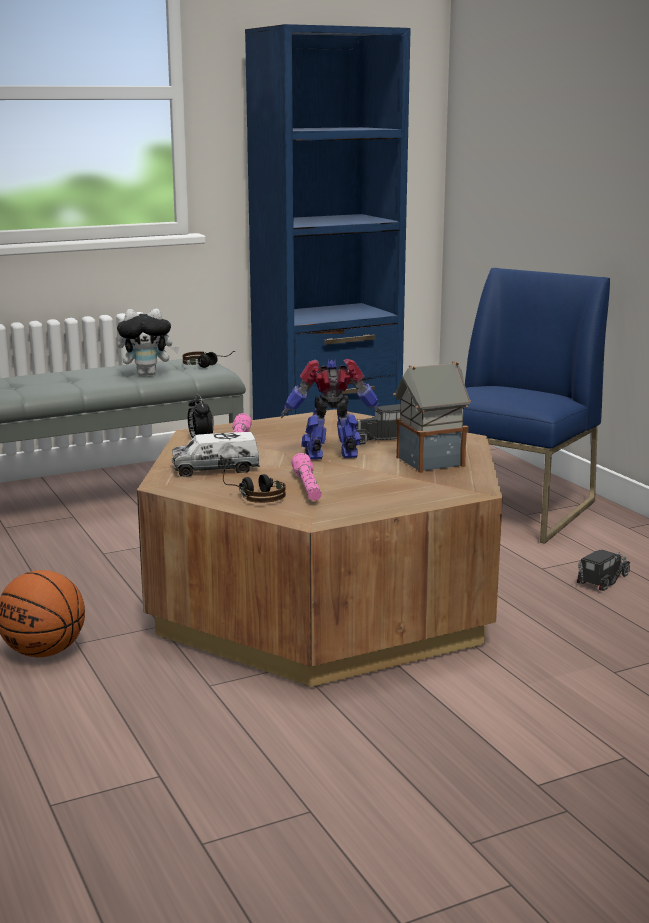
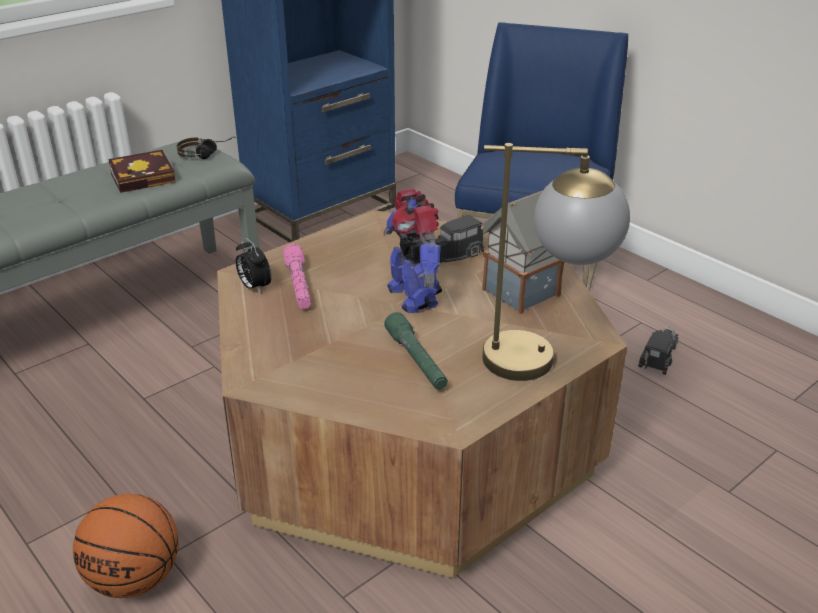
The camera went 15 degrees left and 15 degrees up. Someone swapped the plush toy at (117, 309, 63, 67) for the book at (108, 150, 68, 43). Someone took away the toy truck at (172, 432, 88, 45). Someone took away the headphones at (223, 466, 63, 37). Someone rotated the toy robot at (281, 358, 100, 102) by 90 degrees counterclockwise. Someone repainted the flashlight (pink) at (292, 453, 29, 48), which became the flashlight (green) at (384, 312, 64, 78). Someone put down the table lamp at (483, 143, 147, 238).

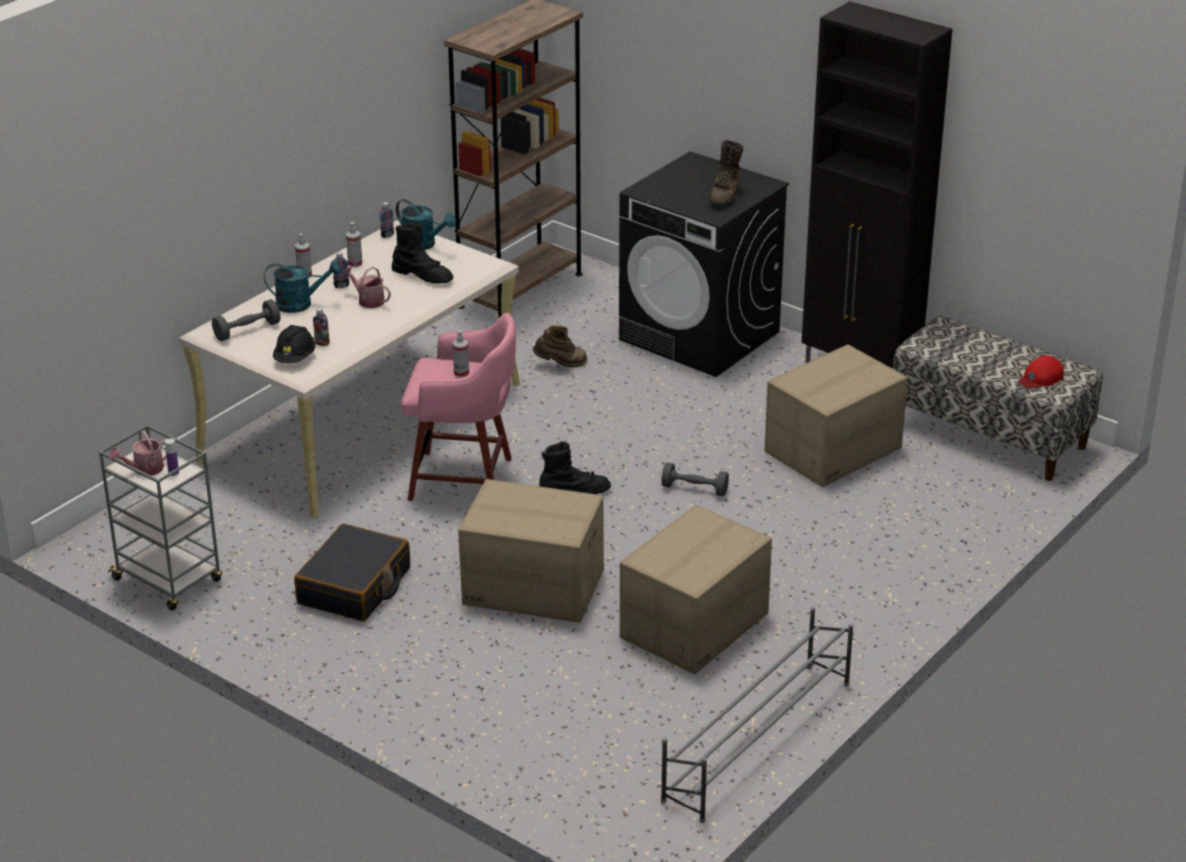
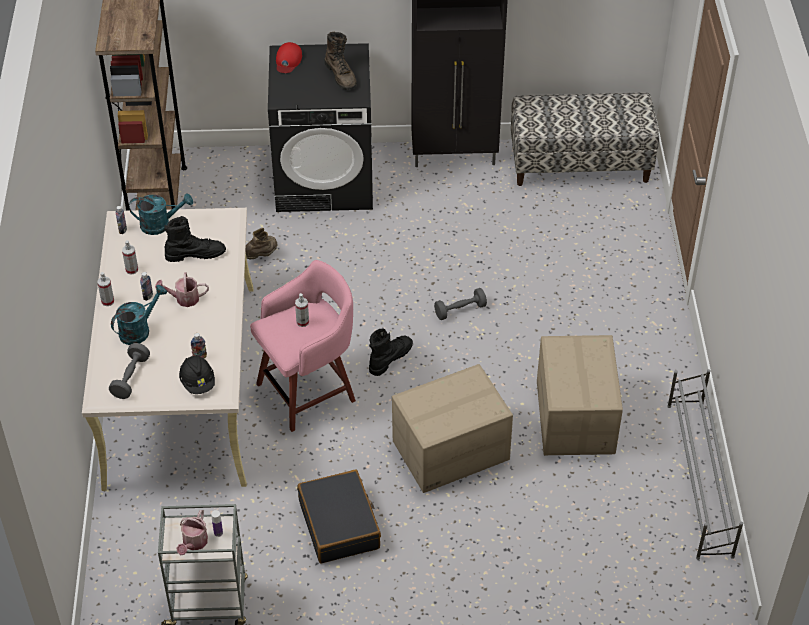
The camera went 40 degrees left and 15 degrees up. Someone took away the cardboard box at (765, 344, 143, 143). Someone carried the cap (red) from (1018, 355, 46, 34) to (276, 42, 26, 31).

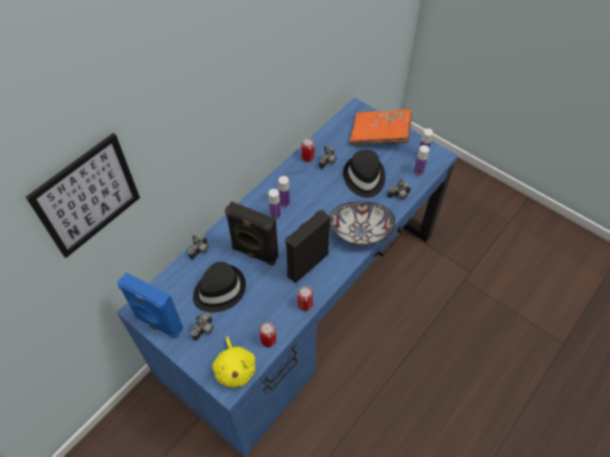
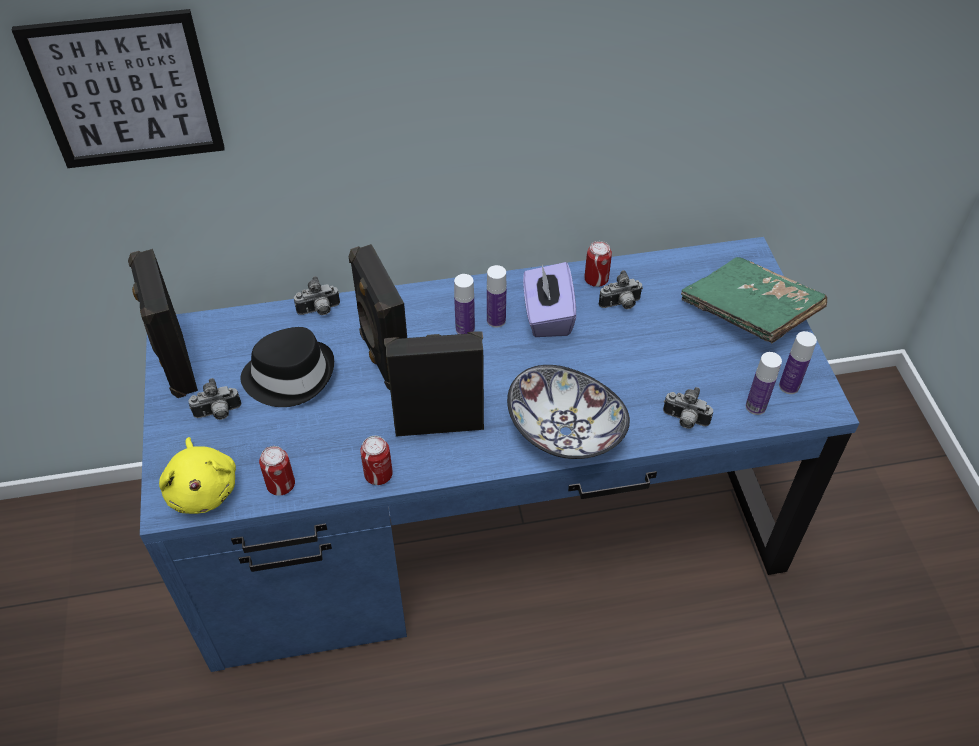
The camera went 40 degrees right and 5 degrees down. Someone repainted the speaker (blue) at (117, 272, 66, 66), which became the speaker (black) at (128, 249, 70, 149). Someone rotated the plush toy (yellow) at (212, 336, 43, 52) by 45 degrees counterclockwise. Someone took away the hat (black) at (343, 150, 42, 48). Someone repainted the book (orange) at (350, 109, 62, 36), which became the book (green) at (681, 257, 146, 86). Someone put down the tissue box (purple) at (523, 262, 53, 75).

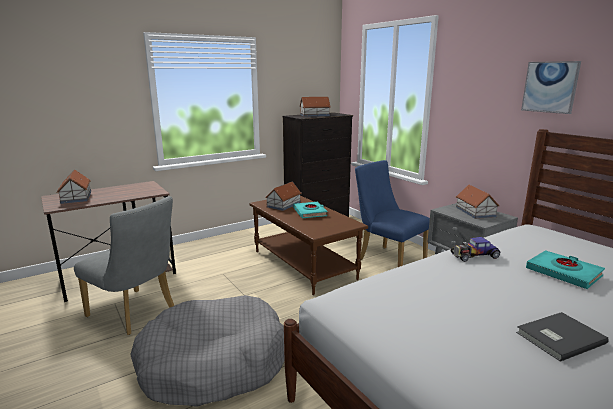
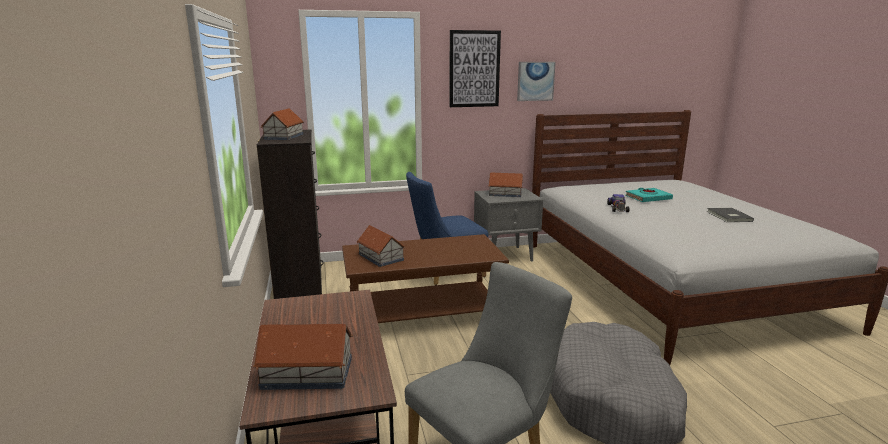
The camera went 70 degrees left and 0 degrees up. Someone took away the book (turquoise) at (293, 202, 35, 16). Someone put up the picture at (449, 30, 52, 77).

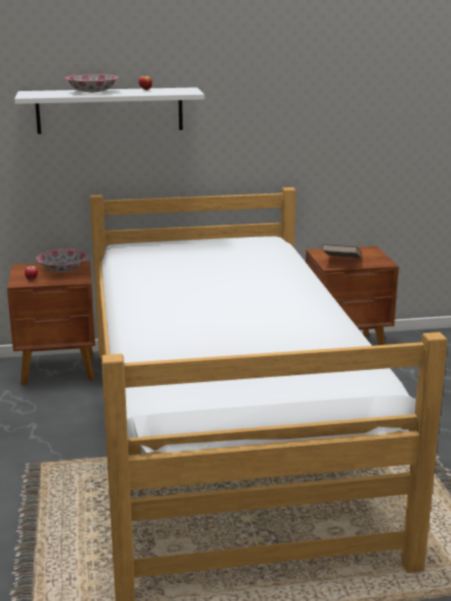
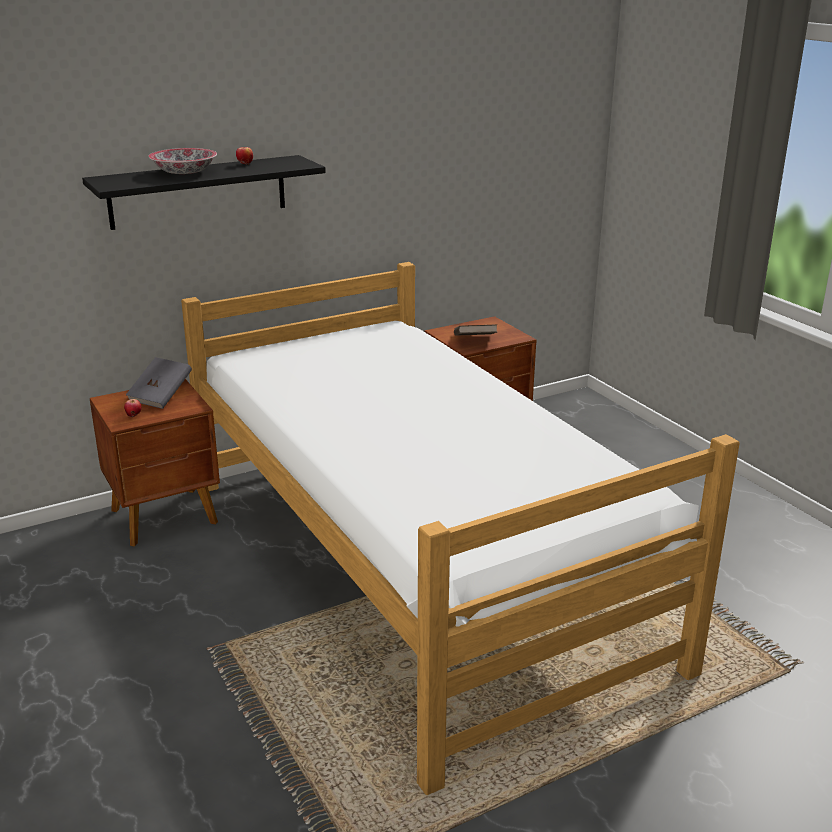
The camera went 20 degrees left and 5 degrees up. Someone repainted the shelf (white) at (15, 87, 190, 47), which became the shelf (black) at (82, 155, 244, 75). Someone swapped the bowl at (36, 249, 51, 23) for the book (grey) at (126, 357, 66, 52).

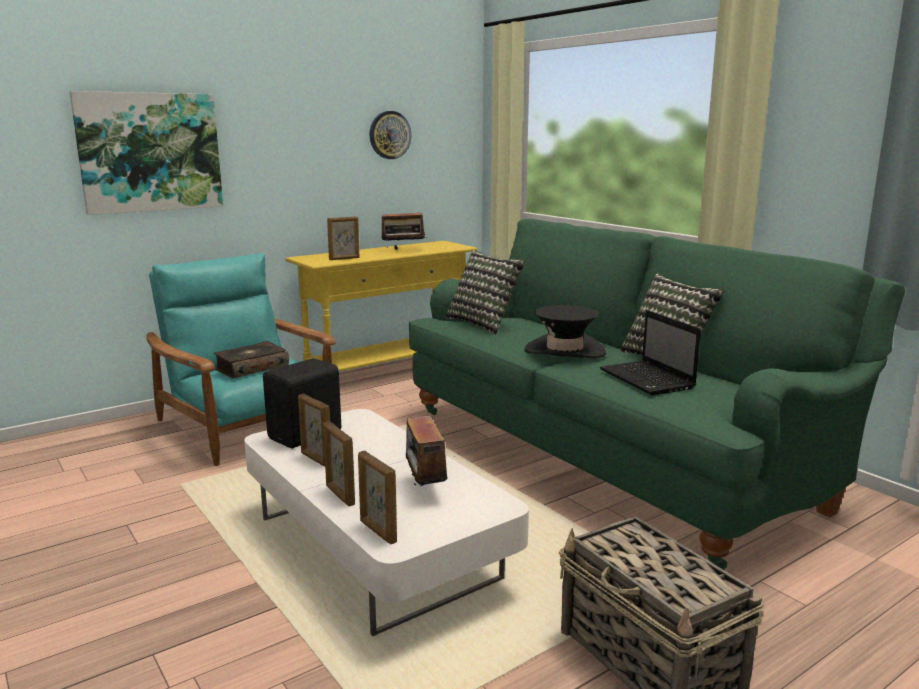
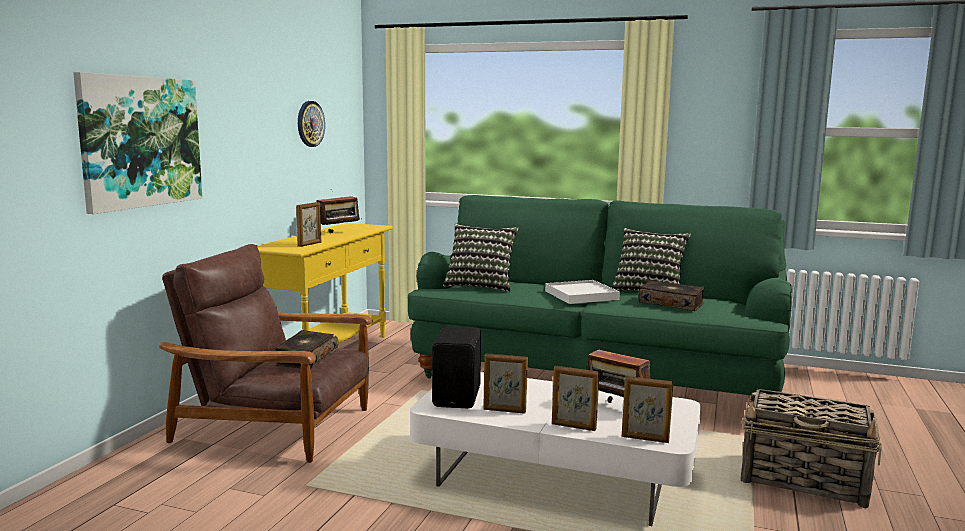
The camera went 35 degrees left and 5 degrees down. Someone repainted the armchair (turquoise) at (147, 253, 189, 213), which became the armchair (brown) at (159, 244, 214, 219). Someone swapped the hat (black) at (524, 305, 82, 54) for the tray (white) at (545, 280, 75, 24). Someone swapped the laptop at (600, 310, 101, 86) for the book at (639, 280, 66, 31).

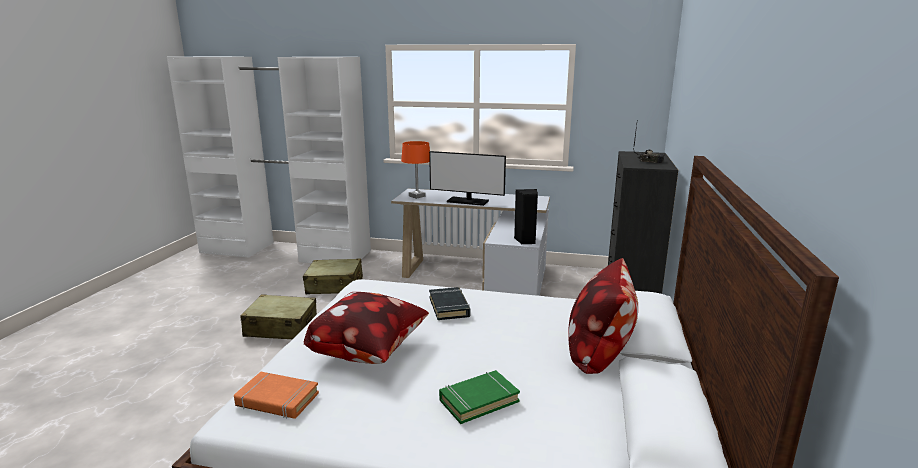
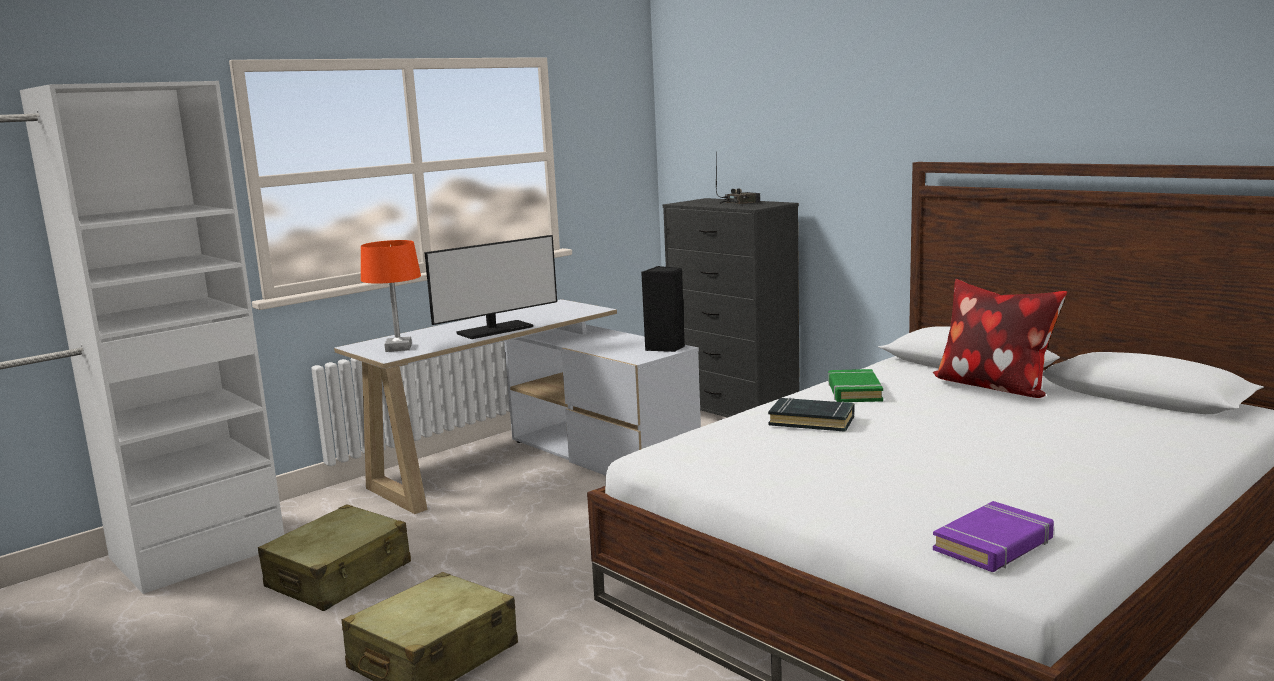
The camera went 55 degrees left and 5 degrees down. Someone repainted the book (orange) at (234, 372, 85, 47), which became the book (purple) at (933, 501, 121, 71). Someone took away the pillow at (304, 292, 125, 72). Someone carried the book (green) from (439, 370, 81, 54) to (828, 369, 55, 33).

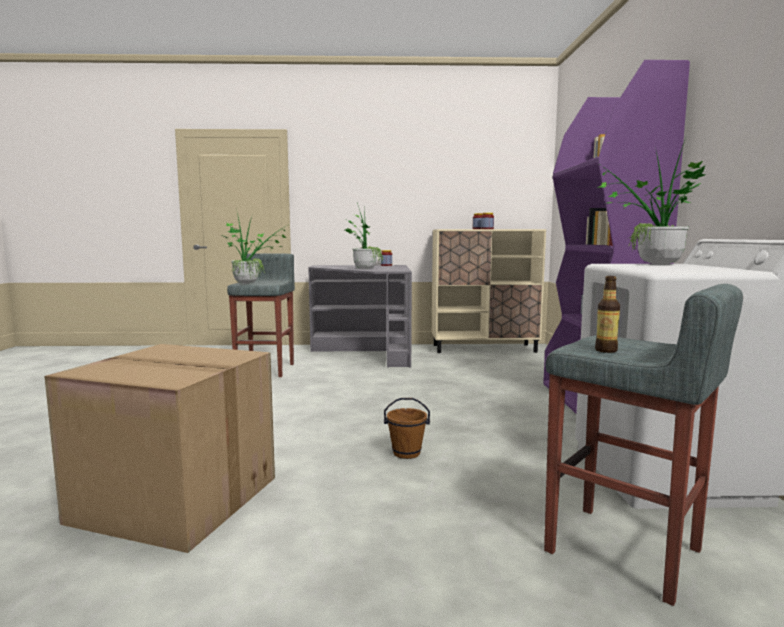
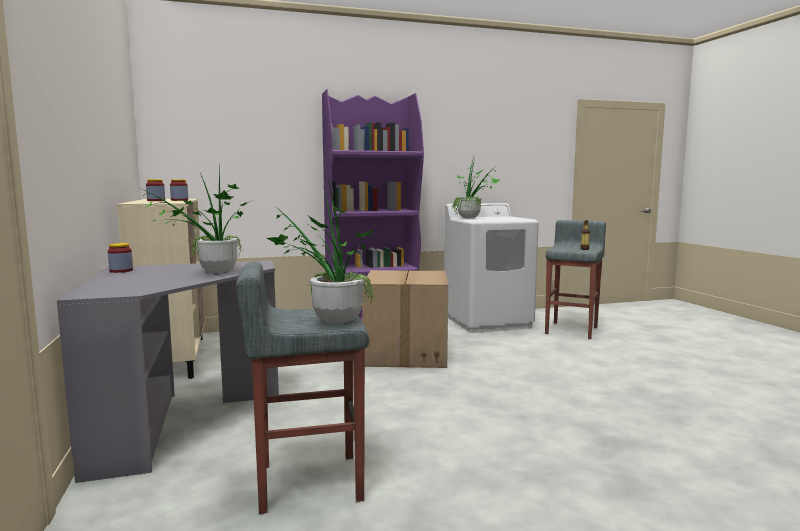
The camera went 105 degrees left and 0 degrees up. Someone carried the cardboard box from (44, 344, 231, 209) to (362, 270, 86, 98). Someone took away the bucket (brown) at (384, 398, 46, 61).

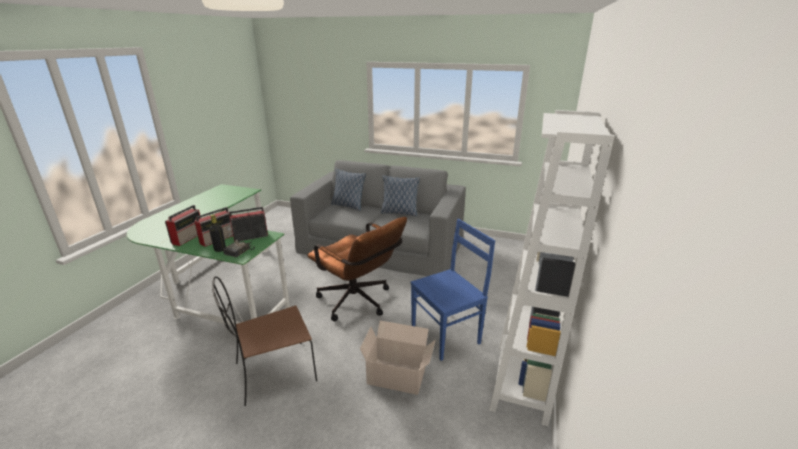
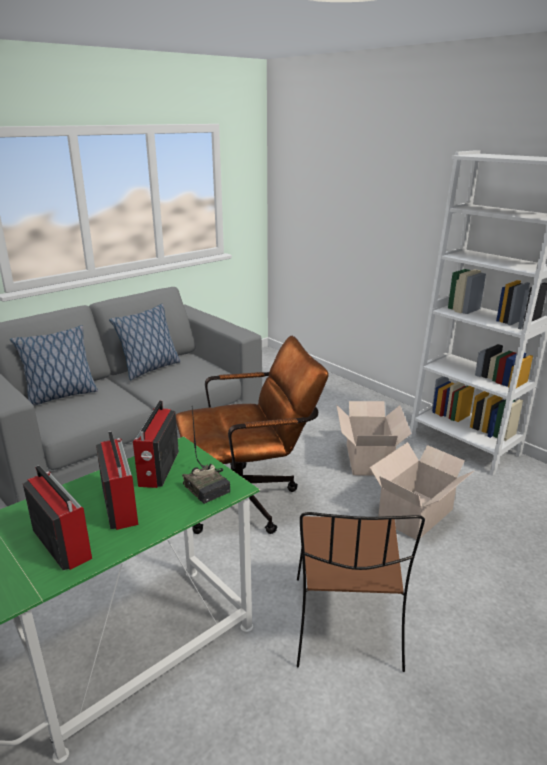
The camera went 60 degrees left and 0 degrees up. Someone took away the bottle (black) at (209, 215, 17, 37). Someone swapped the chair (blue) at (410, 219, 85, 142) for the cardboard box at (336, 401, 76, 75).

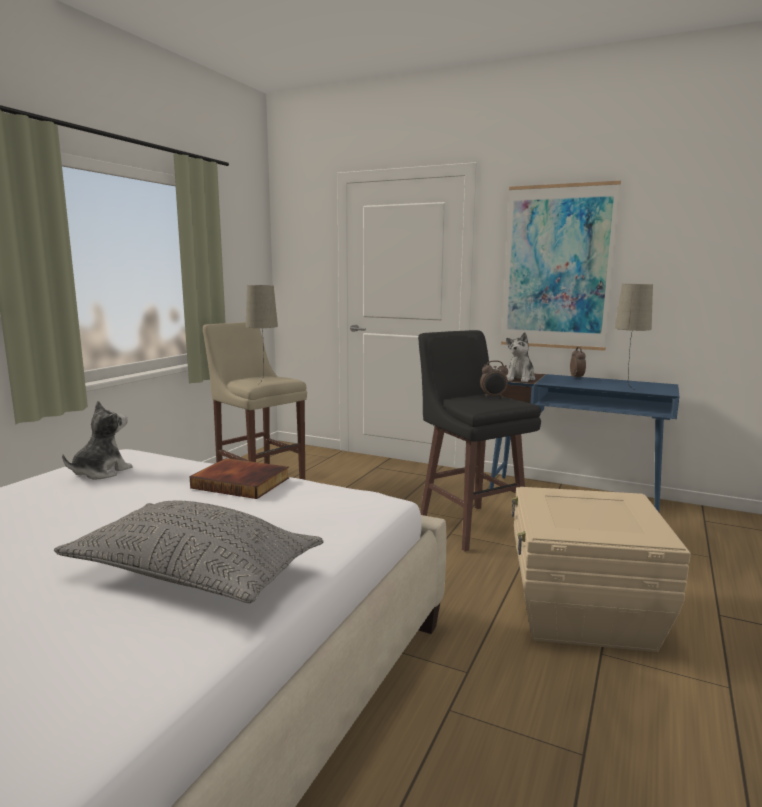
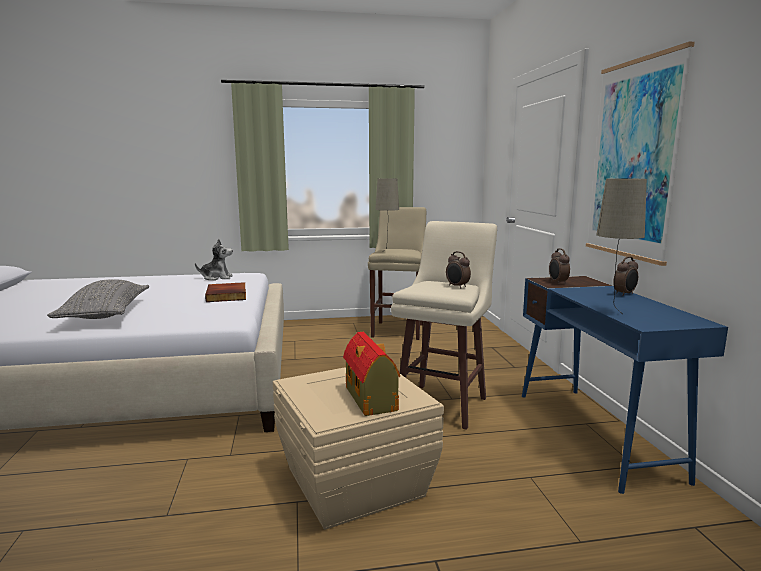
The camera went 55 degrees right and 0 degrees up. Someone repainted the stool (black) at (418, 330, 123, 222), which became the stool (beige) at (391, 221, 106, 209). Someone swapped the plush toy at (506, 332, 30, 50) for the alarm clock at (549, 248, 21, 35). Someone put down the toy house at (343, 332, 57, 84).

